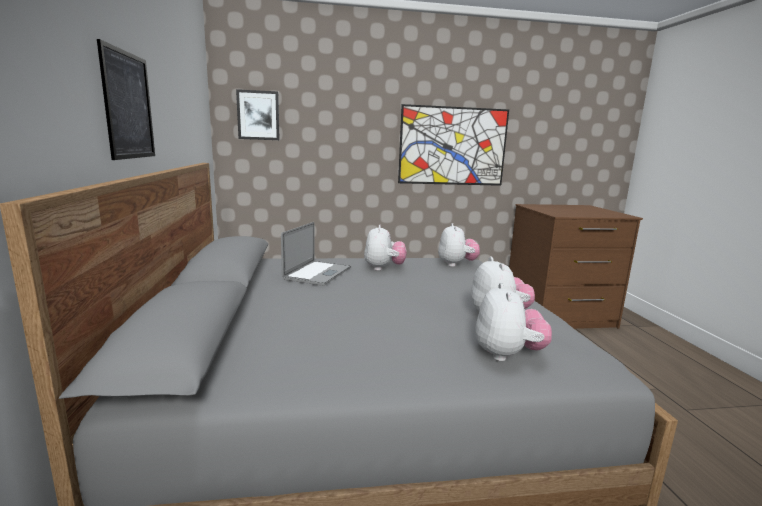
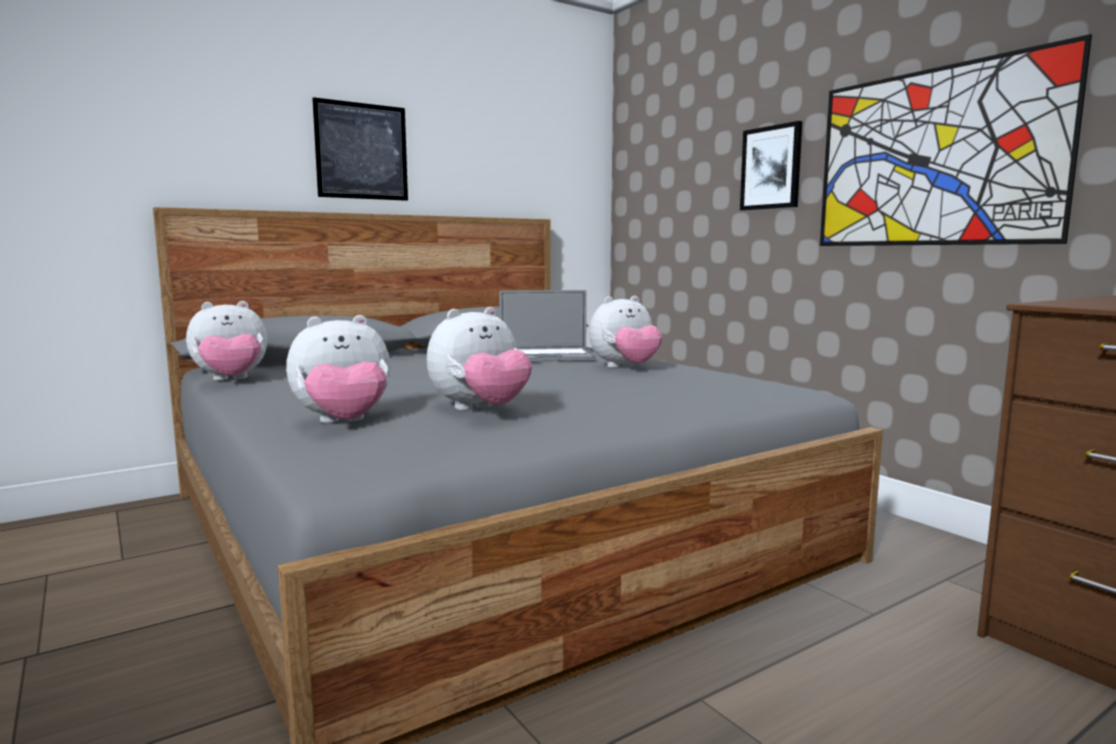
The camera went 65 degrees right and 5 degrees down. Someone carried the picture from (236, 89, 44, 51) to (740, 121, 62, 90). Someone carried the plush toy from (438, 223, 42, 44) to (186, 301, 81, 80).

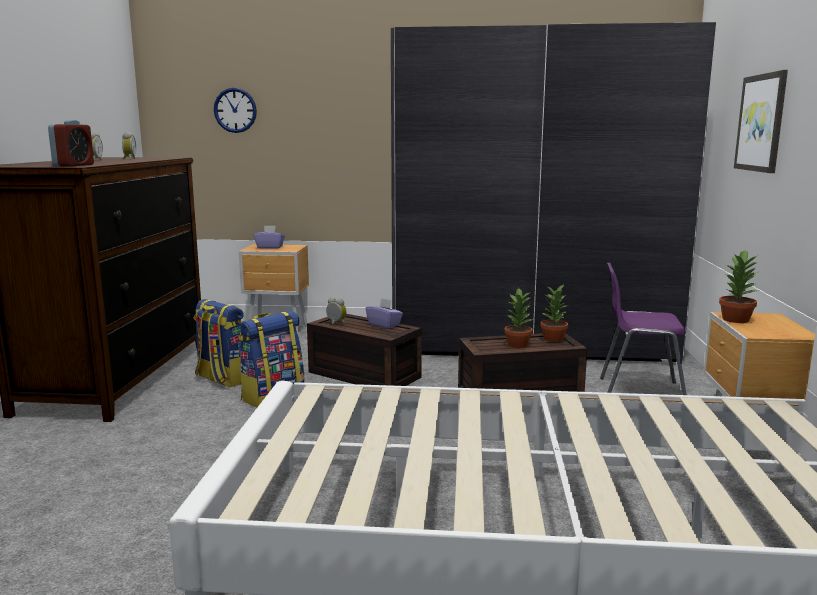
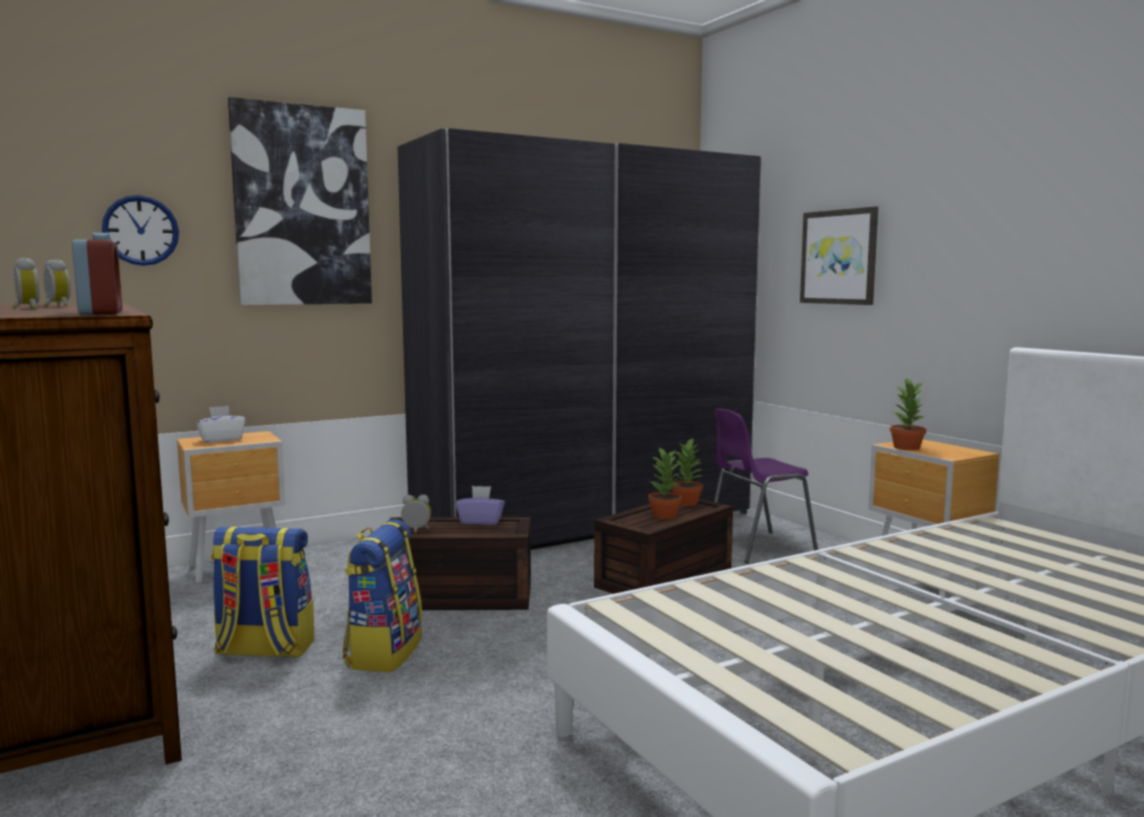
The camera went 35 degrees left and 5 degrees down. Someone repainted the tissue box (purple) at (254, 226, 31, 23), which became the tissue box (white) at (196, 406, 49, 37). Someone put up the picture at (228, 97, 144, 208).

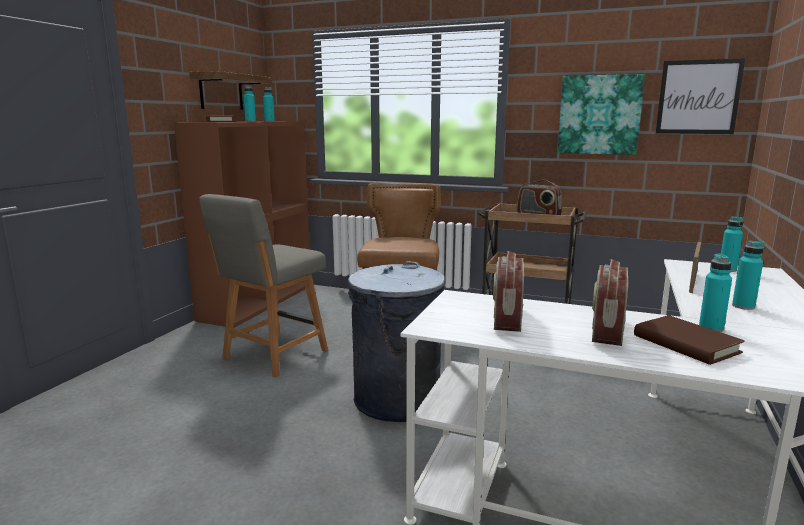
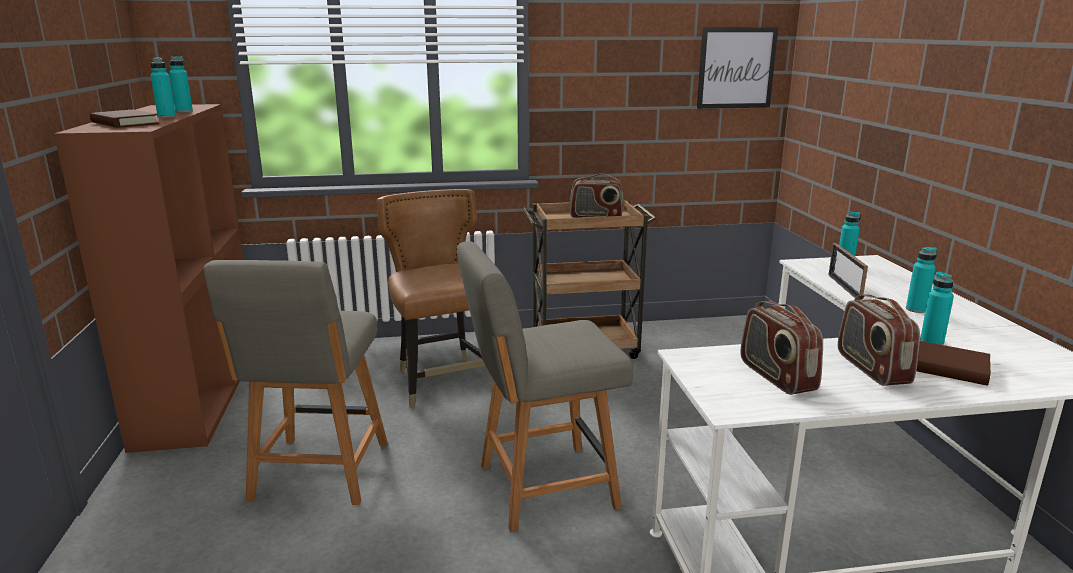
The camera went 30 degrees left and 5 degrees up. Someone took away the shelf at (189, 71, 83, 39). Someone swapped the trash can (grey) at (347, 261, 98, 161) for the chair (grey) at (457, 241, 176, 291). Someone took away the picture at (557, 74, 88, 81).

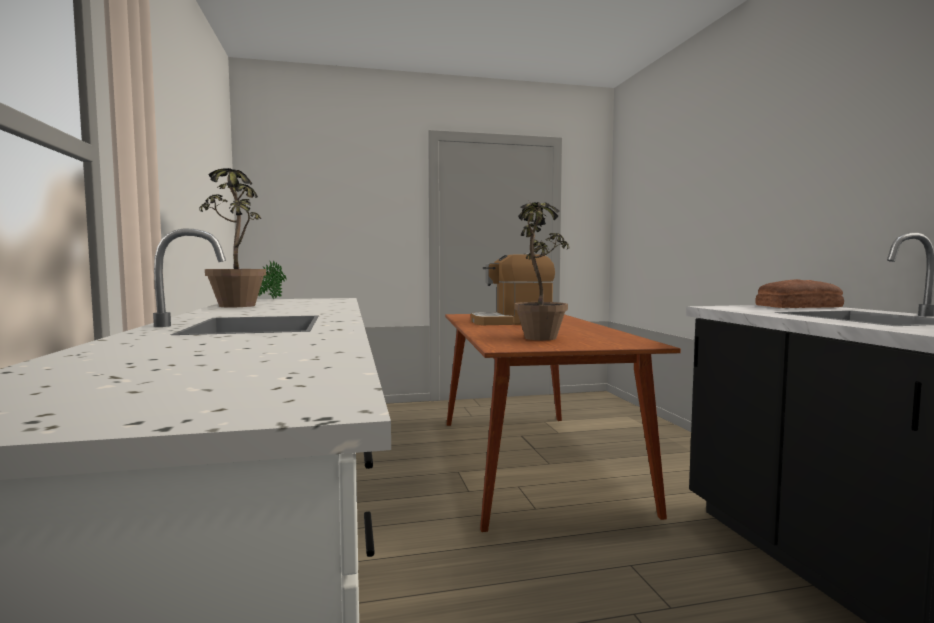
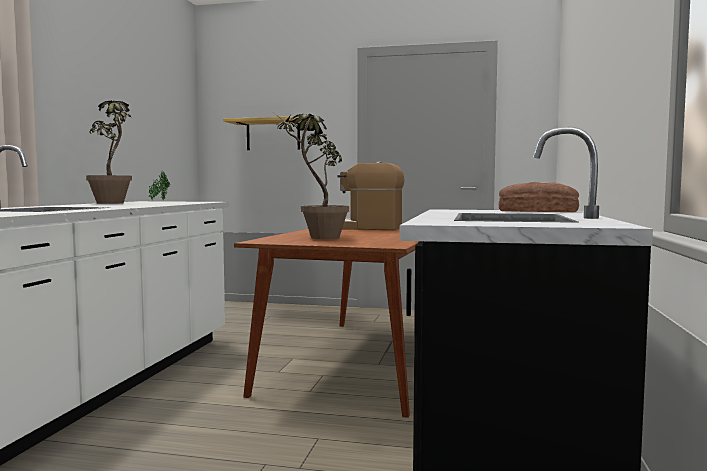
The camera went 25 degrees right and 0 degrees up. Someone put up the shelf at (223, 117, 84, 33).

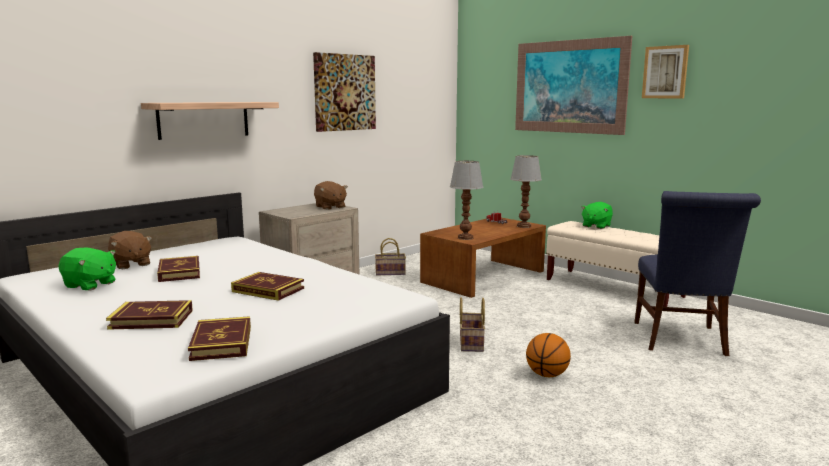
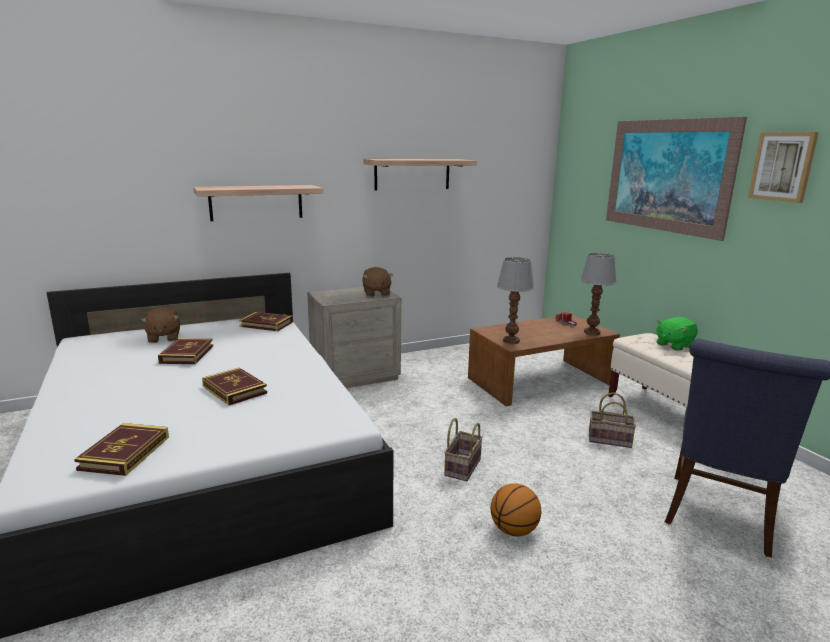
The camera went 20 degrees right and 5 degrees up. Someone took away the plush toy (green) at (58, 247, 58, 43). Someone carried the book from (106, 300, 87, 30) to (239, 312, 54, 19). Someone swapped the picture at (313, 52, 63, 80) for the shelf at (363, 159, 114, 32). Someone carried the basket from (375, 238, 31, 37) to (589, 392, 47, 56).

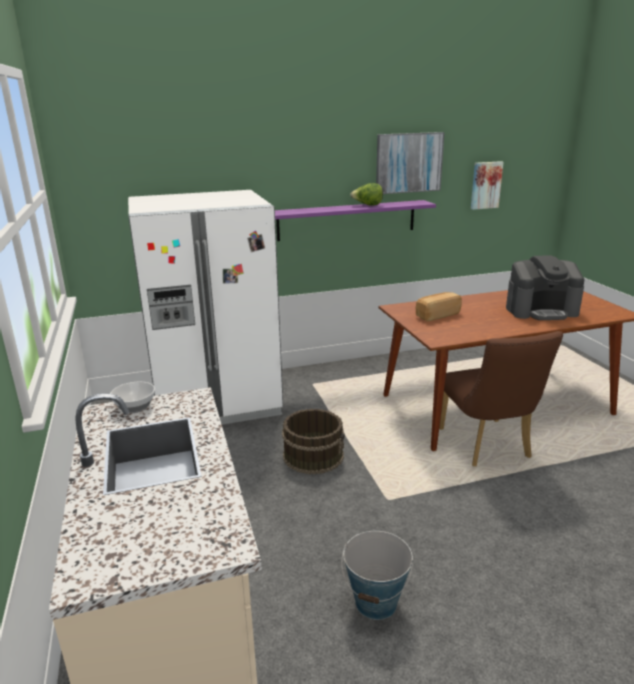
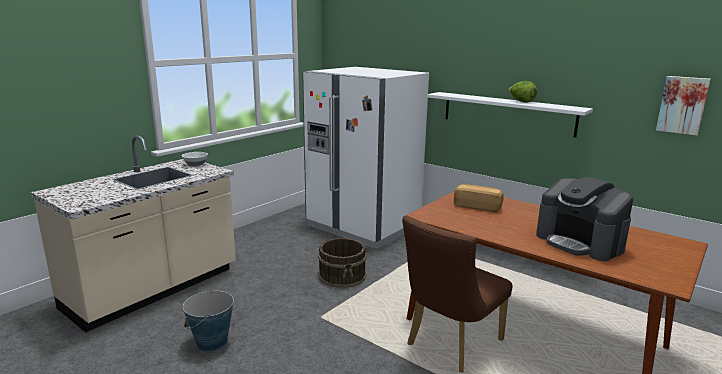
The camera went 55 degrees right and 5 degrees down. Someone repainted the shelf (purple) at (275, 200, 161, 41), which became the shelf (white) at (427, 92, 166, 46). Someone took away the picture at (376, 132, 69, 62).

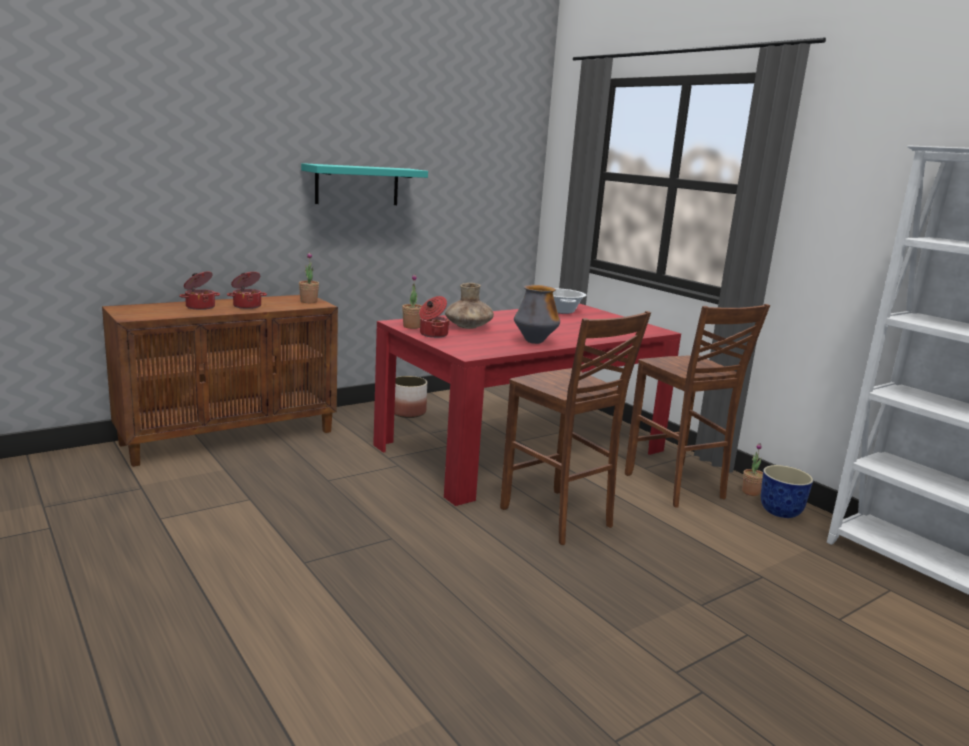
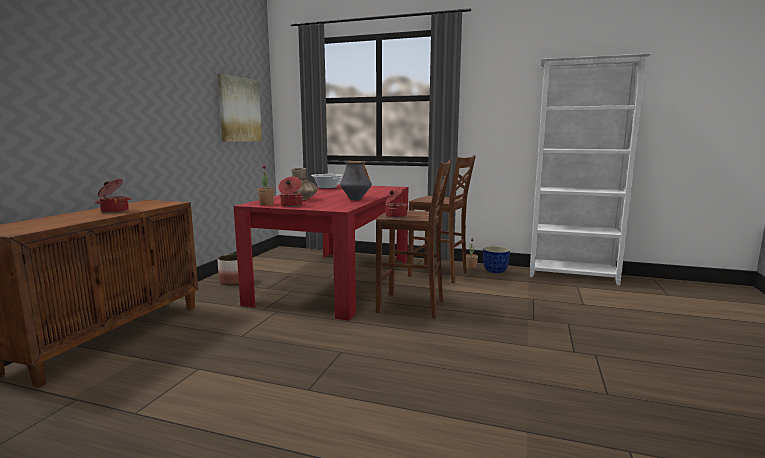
The camera went 35 degrees left and 5 degrees down. Someone carried the cooking pot from (179, 271, 41, 39) to (386, 187, 22, 31). Someone took away the potted plant at (299, 252, 20, 51). Someone took away the shelf (turquoise) at (301, 163, 127, 42). Someone put up the picture at (217, 73, 45, 69).

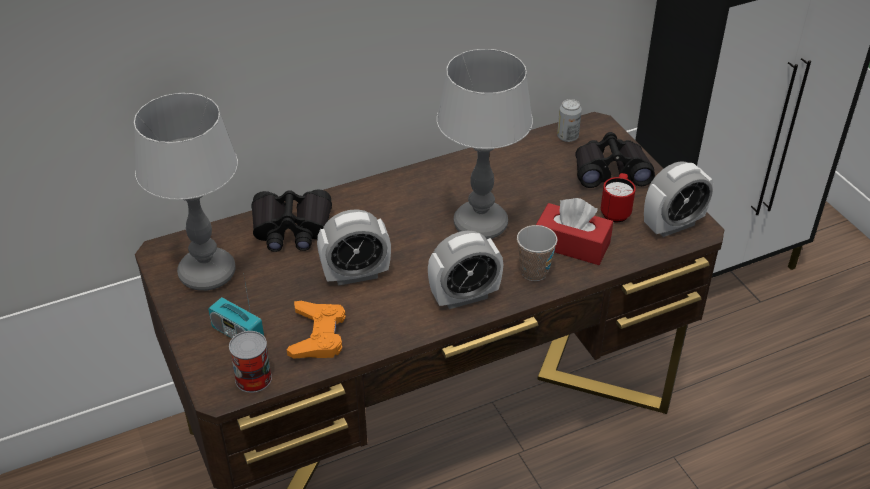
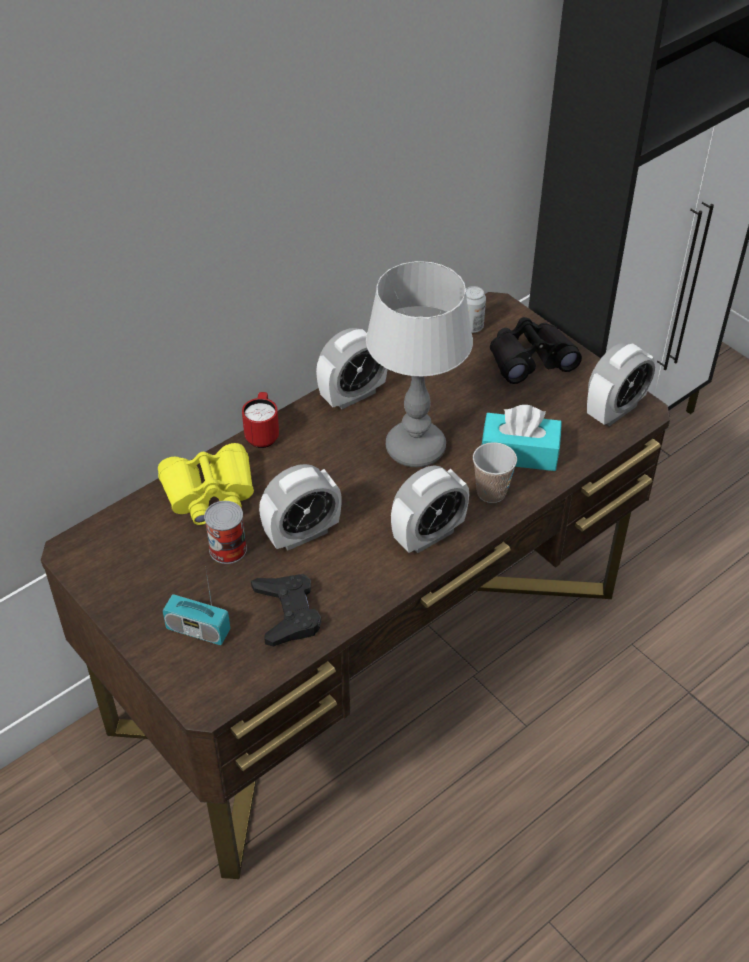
The camera went 15 degrees left and 5 degrees up. Someone took away the table lamp at (134, 93, 104, 198). Someone carried the can from (229, 331, 43, 62) to (204, 501, 43, 63). Someone repainted the binoculars (black) at (251, 190, 81, 62), which became the binoculars (yellow) at (158, 443, 96, 82). Someone repainted the game controller (orange) at (287, 301, 59, 58), which became the game controller (black) at (251, 574, 70, 73). Someone repainted the tissue box (red) at (536, 198, 77, 67), which became the tissue box (turquoise) at (482, 405, 80, 66). Someone carried the mug (red) from (601, 173, 35, 49) to (242, 392, 37, 56). Someone put down the alarm clock at (316, 328, 71, 81).

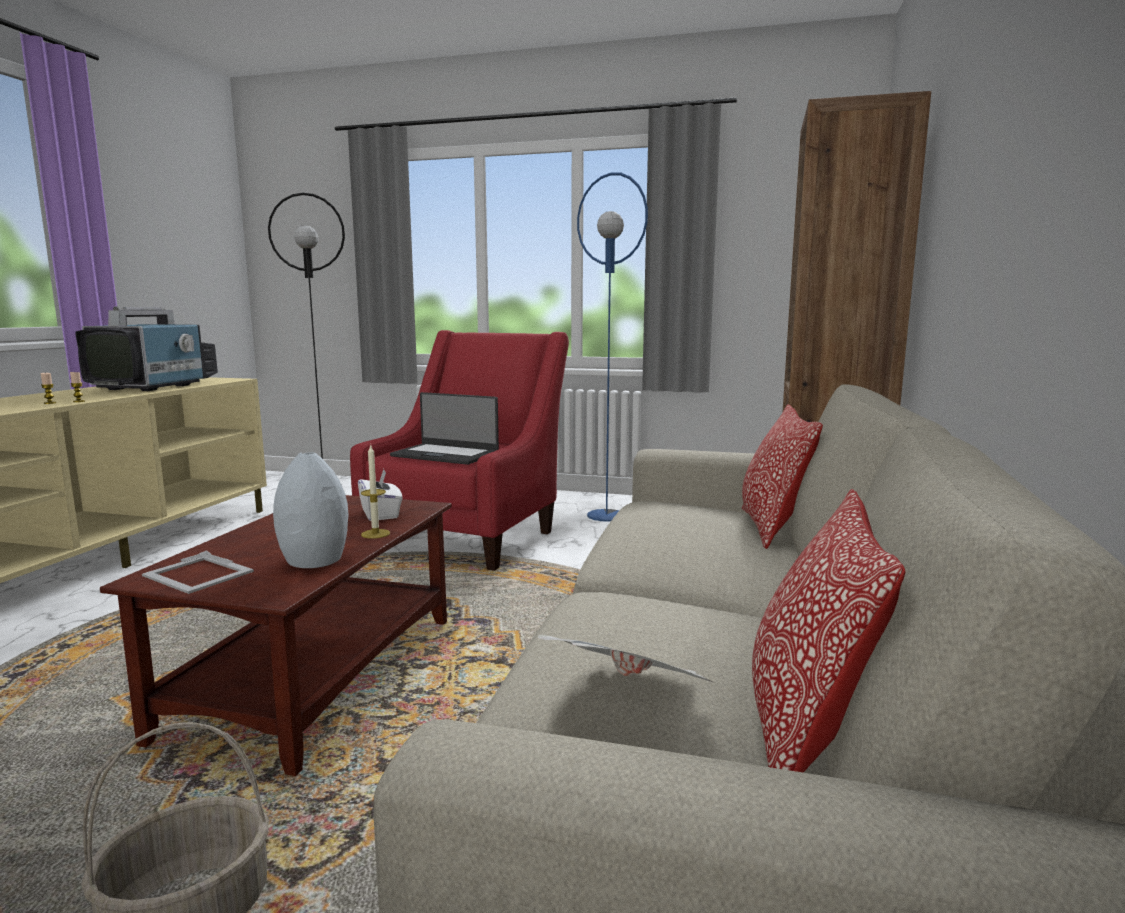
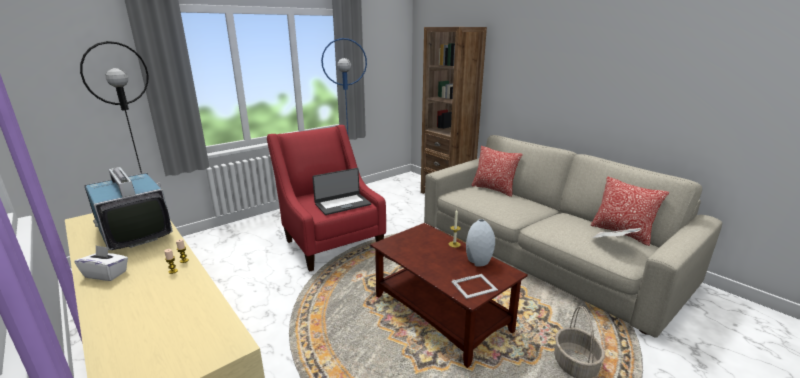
The camera went 55 degrees left and 10 degrees up. Someone carried the tissue box (white) from (358, 469, 45, 52) to (75, 245, 53, 36).

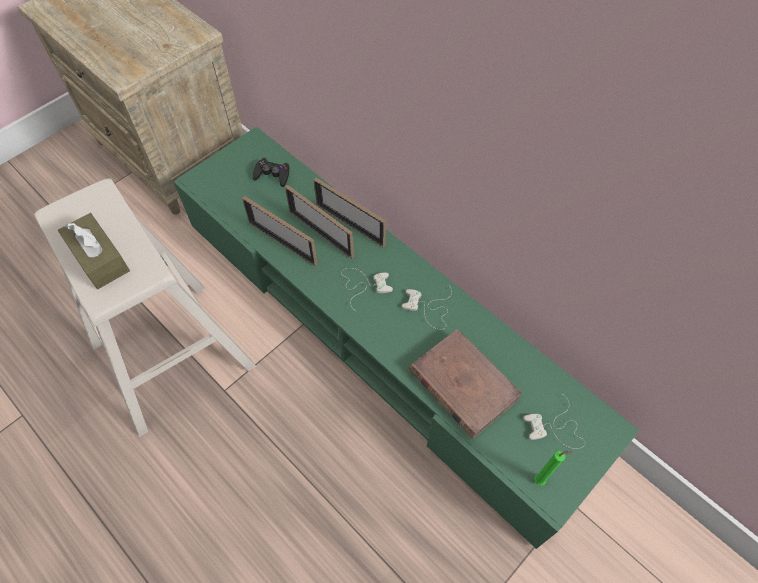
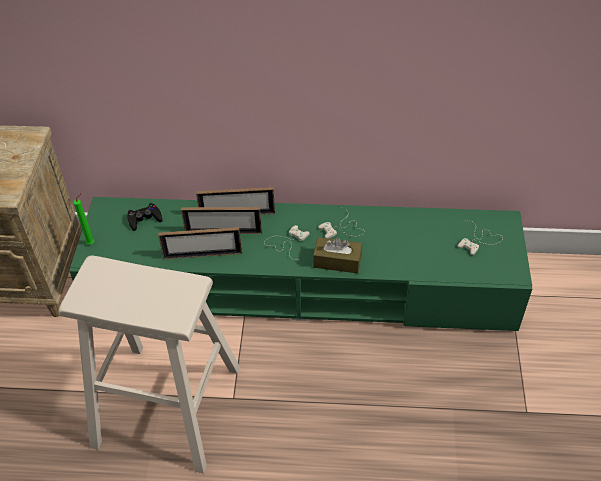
The camera went 40 degrees left and 10 degrees down. Someone carried the tissue box (brown) from (58, 213, 72, 76) to (313, 237, 49, 37). Someone took away the book (brown) at (409, 329, 113, 110). Someone carried the candle (green) from (534, 451, 40, 35) to (73, 193, 21, 51).

